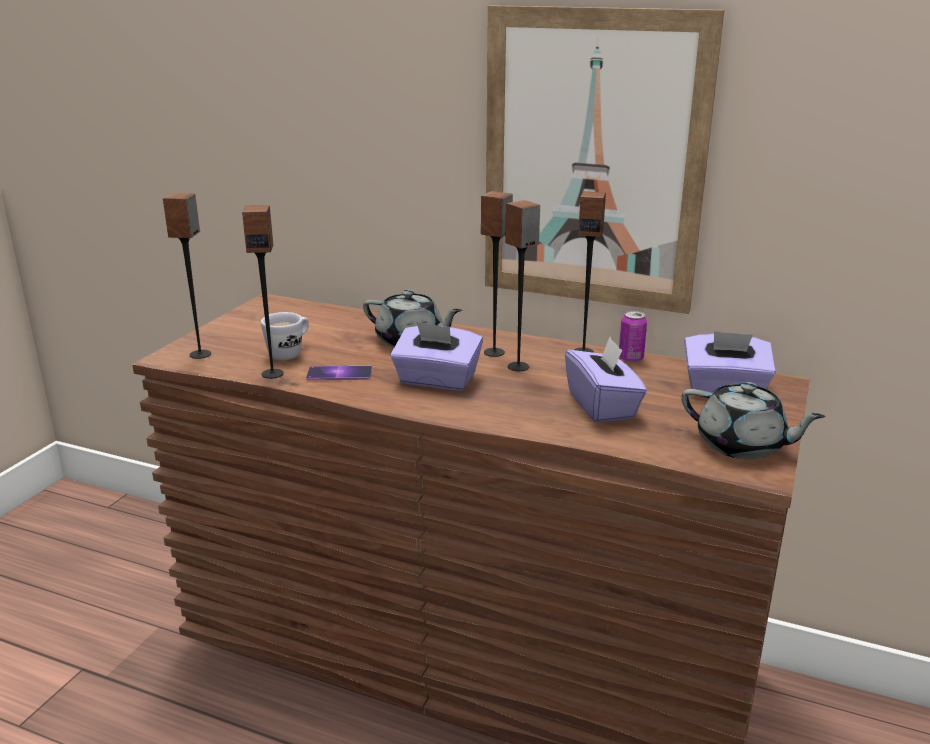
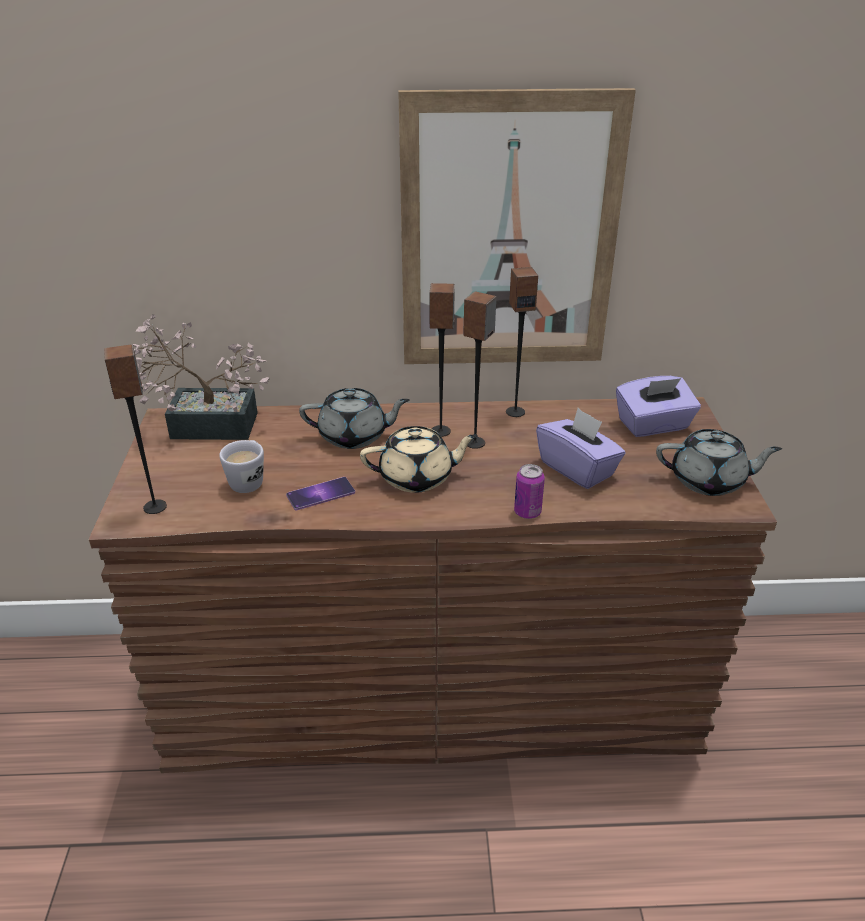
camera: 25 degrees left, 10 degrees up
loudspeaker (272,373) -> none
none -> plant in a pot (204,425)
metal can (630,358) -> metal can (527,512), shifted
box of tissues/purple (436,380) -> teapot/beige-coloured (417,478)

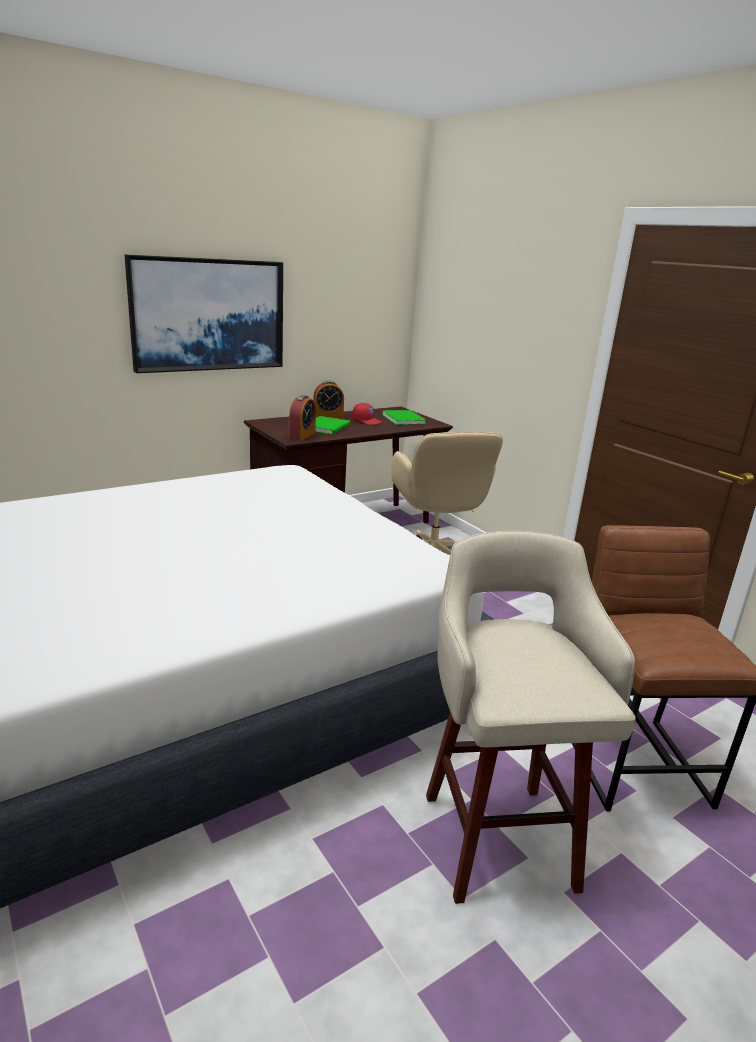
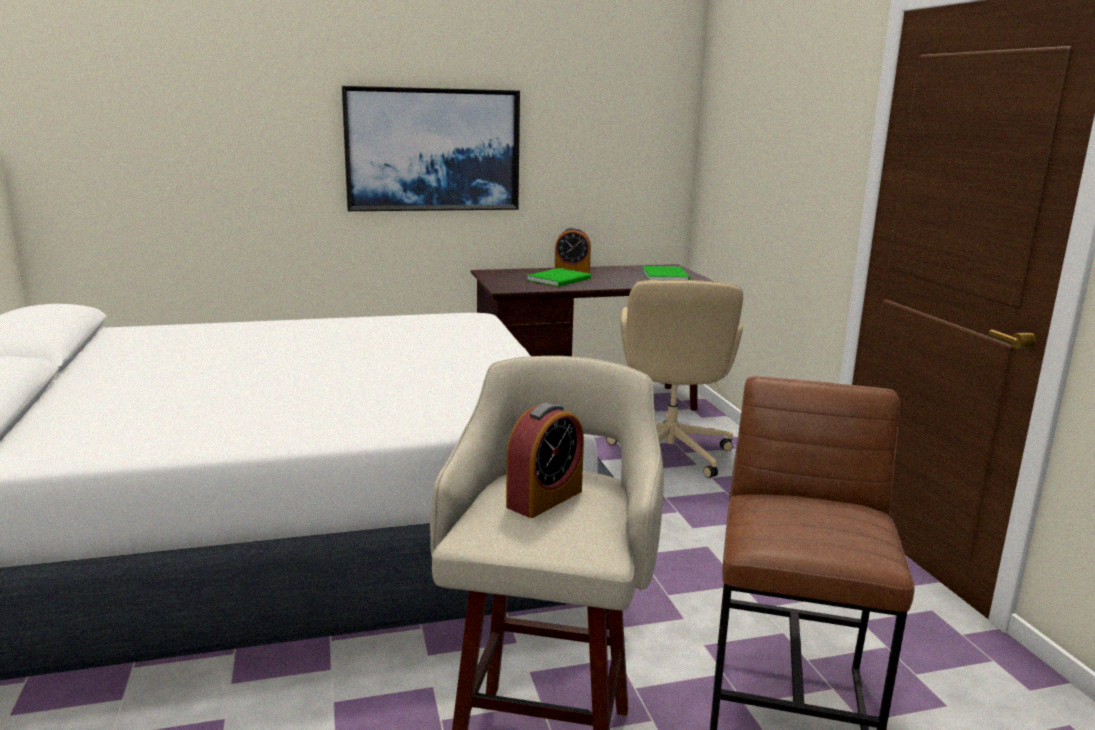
camera: 20 degrees right, 5 degrees down
peaked cap/red (367,421) -> none
bedside clock (302,435) -> bedside clock (544,499), shifted

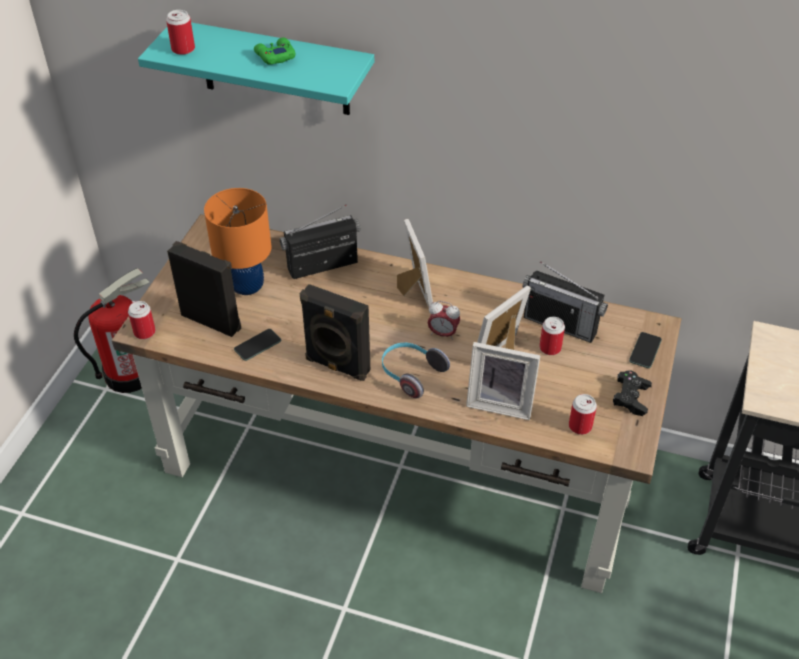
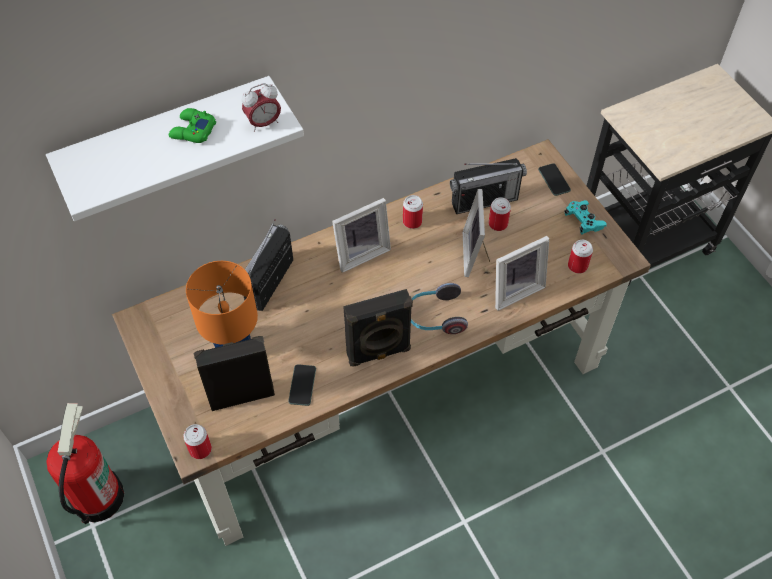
camera: 45 degrees left, 10 degrees up
metal can (183,49) -> metal can (412,221), shifted
bedside clock (443,334) -> bedside clock (263,123), shifted
bracket shelf/turquoise-coloured (275,69) -> bracket shelf/whitish (168,141)
game controller/blackish (630,398) -> game controller/turquoise-coloured (583,221)
standing frame (412,292) -> standing frame (360,252), 120 degrees clockwise

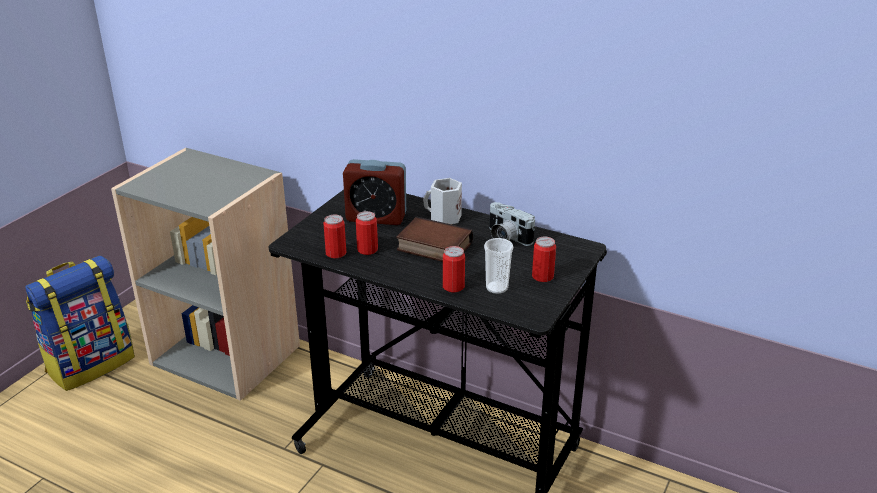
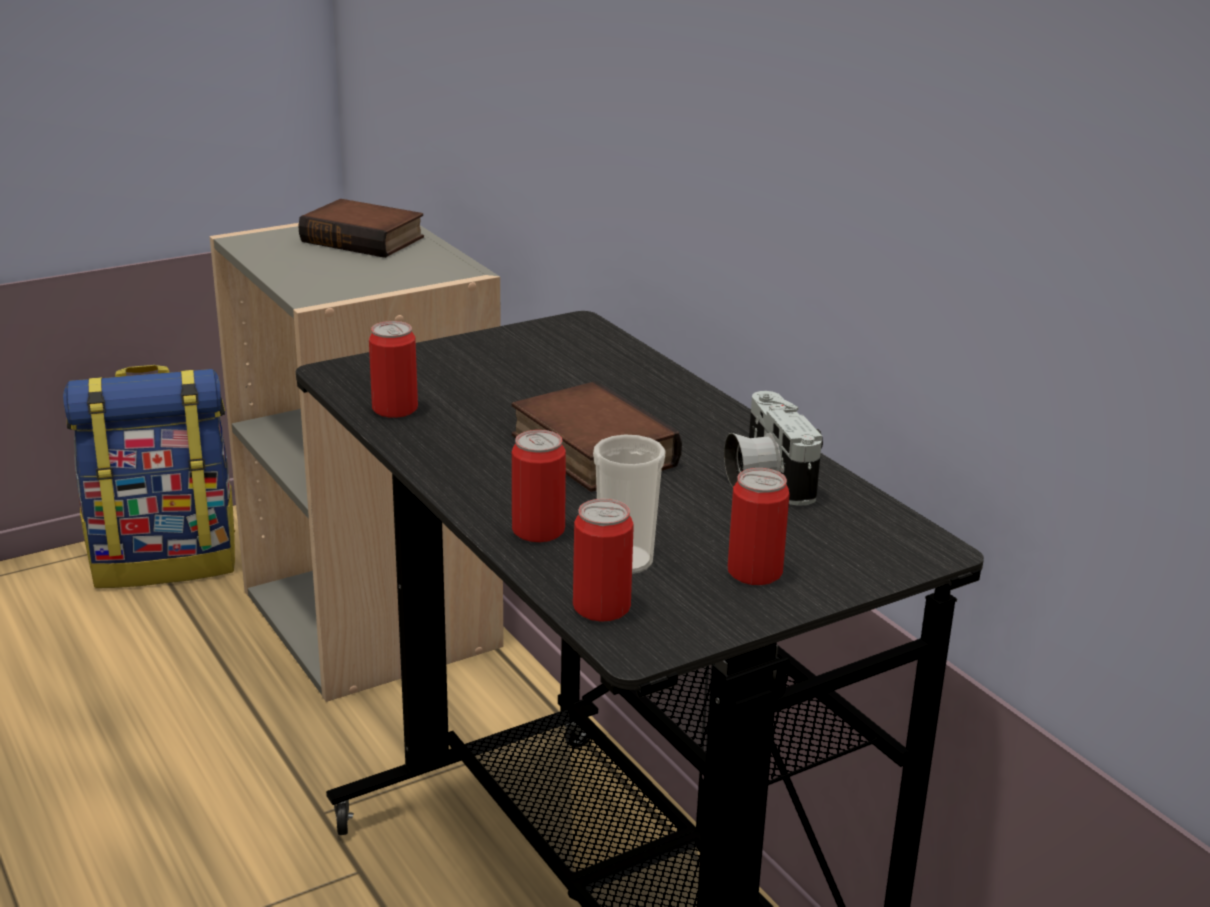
camera: 30 degrees right, 5 degrees down
bedside clock (376,217) -> none
coffee mug/whitish (444,218) -> none
none -> bound book (366,239)
metal can (367,250) -> metal can (601,607), shifted

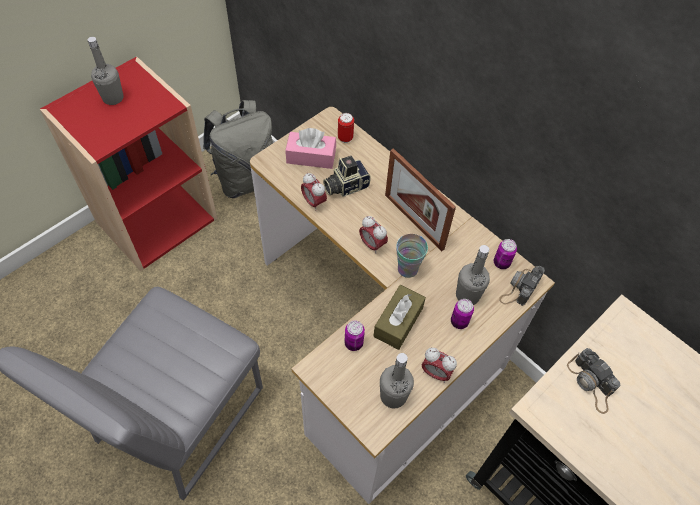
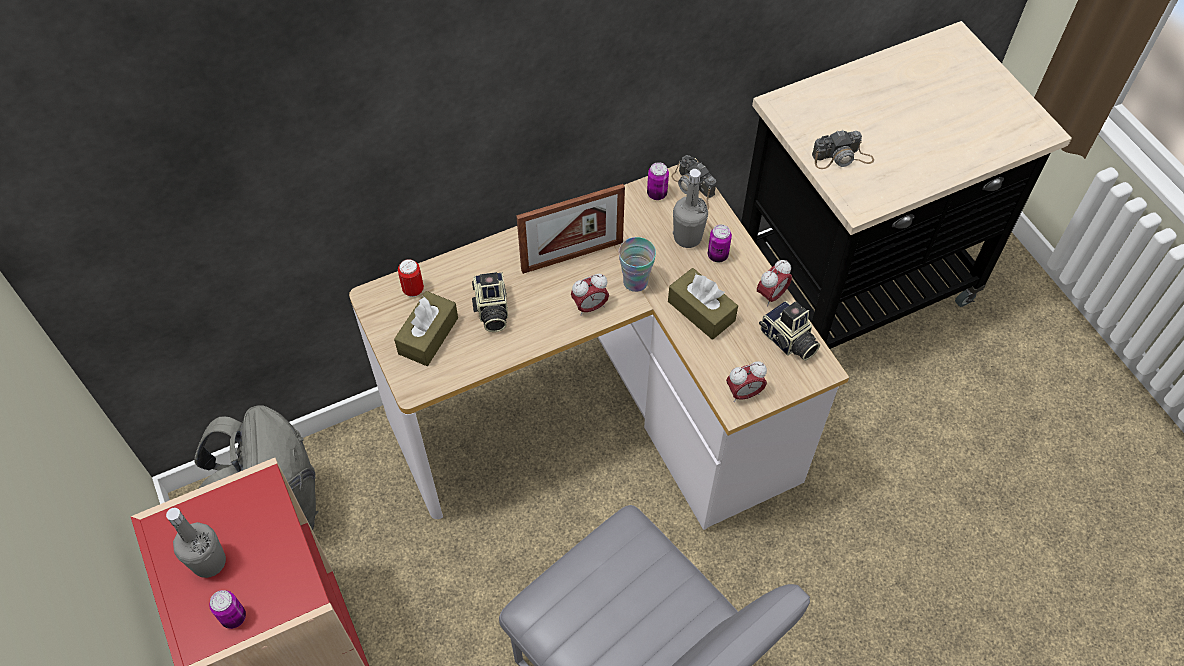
camera: 70 degrees left, 0 degrees up
bedside clock (314,202) -> bedside clock (744,393), shifted
metal can (353,343) -> metal can (233,617), shifted
bottle/gray (393,396) -> photo camera (788,341)
box of tissues/pink-coloured (311,157) -> box of tissues/brown-coloured (428,335)

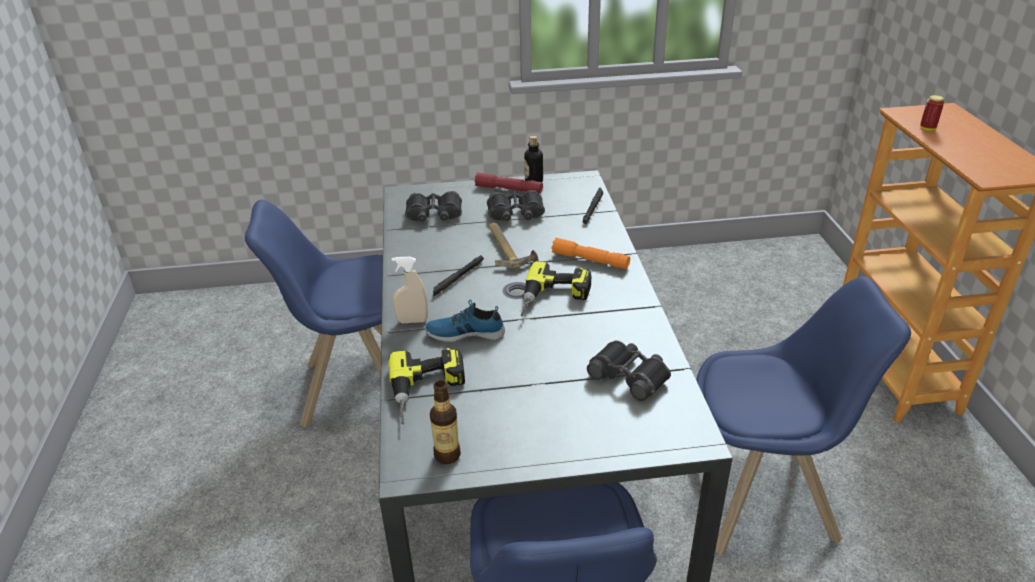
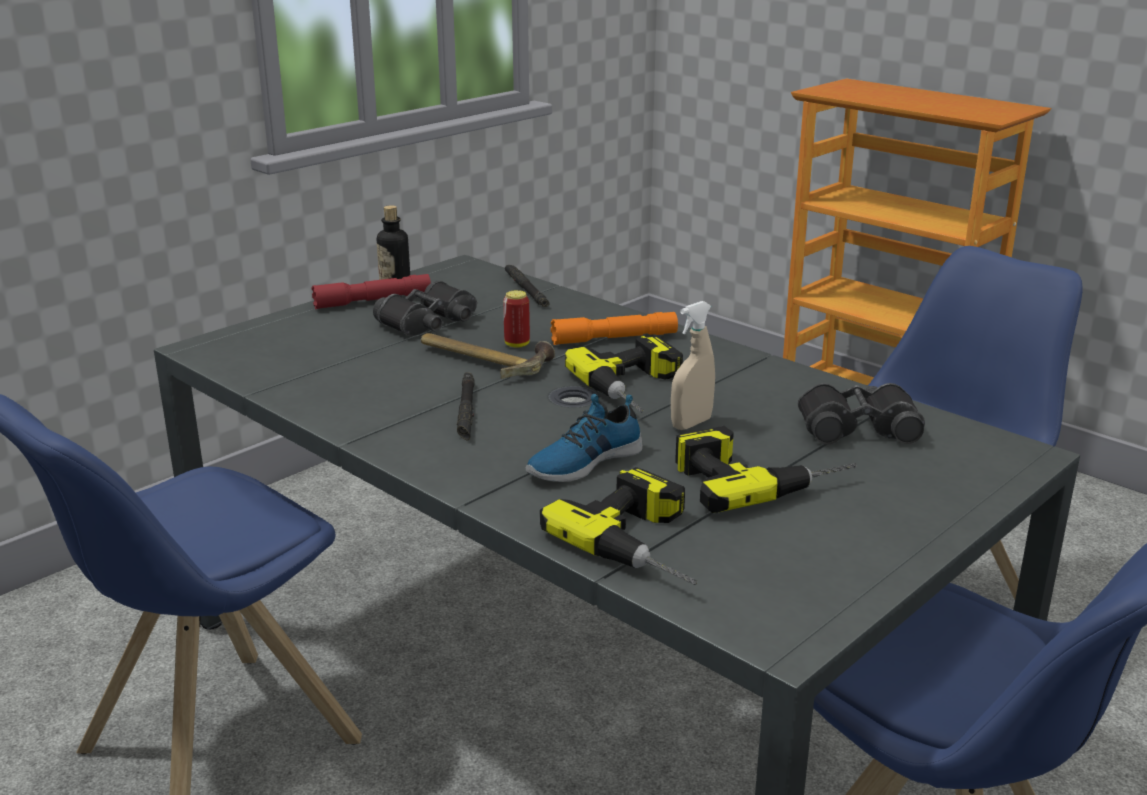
camera: 40 degrees left, 10 degrees down
field glasses/blackish (434,214) -> none
bottle (447,455) -> none
none -> drill (758,476)
sprayer/beige-coloured (412,321) -> sprayer/beige-coloured (691,424), shifted
metal can (927,129) -> metal can (517,344), shifted

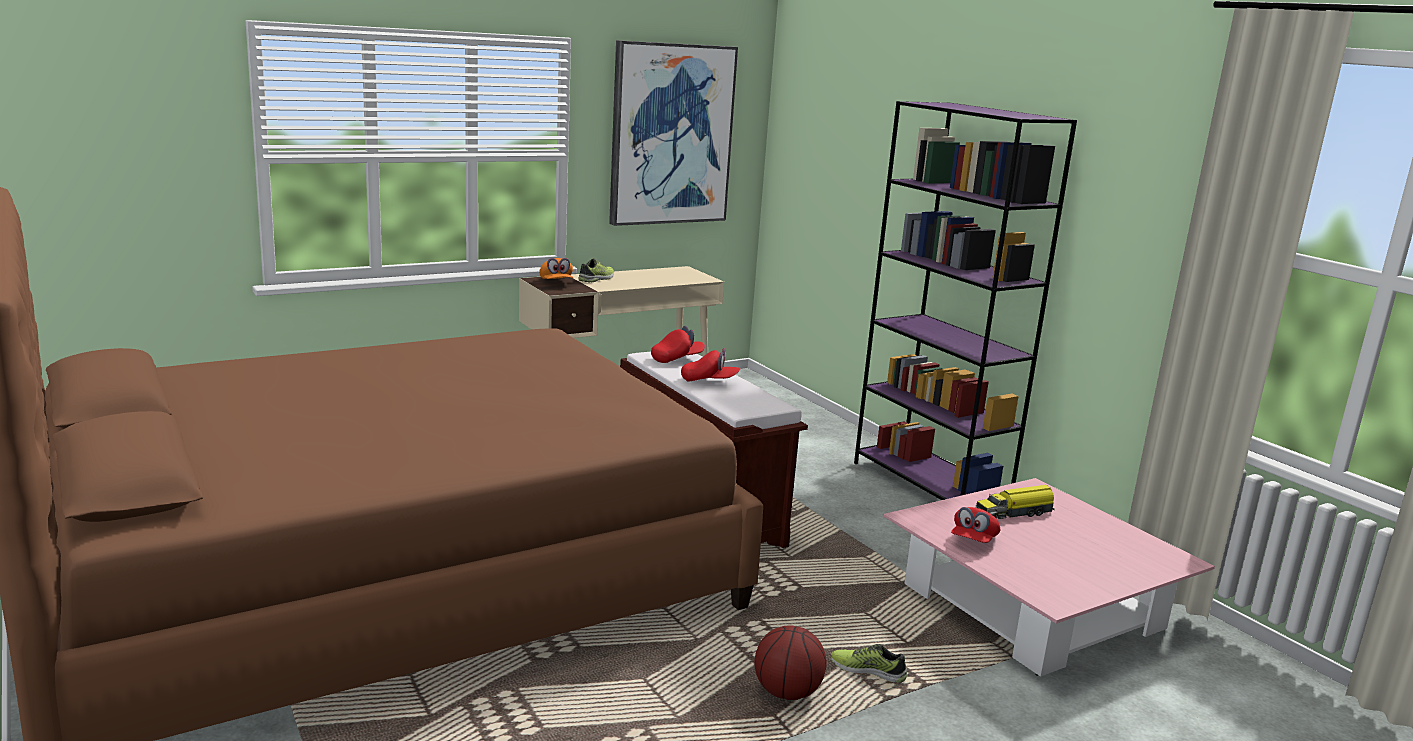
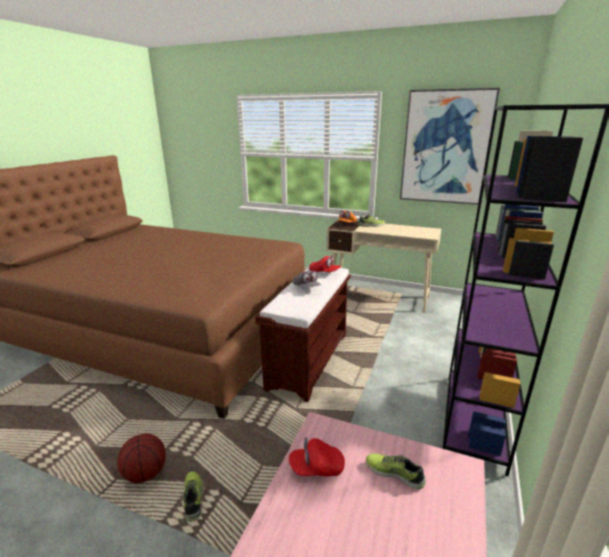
camera: 55 degrees right, 5 degrees up
toy lorry (1014,513) -> item of footwear (394,473)
peaked cap/red (709,381) -> peaked cap/gray (306,288)

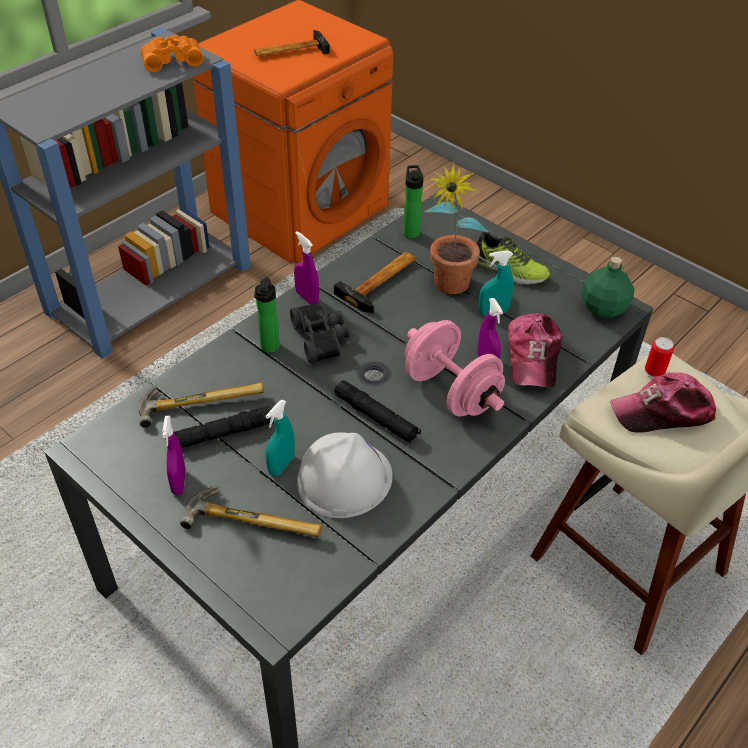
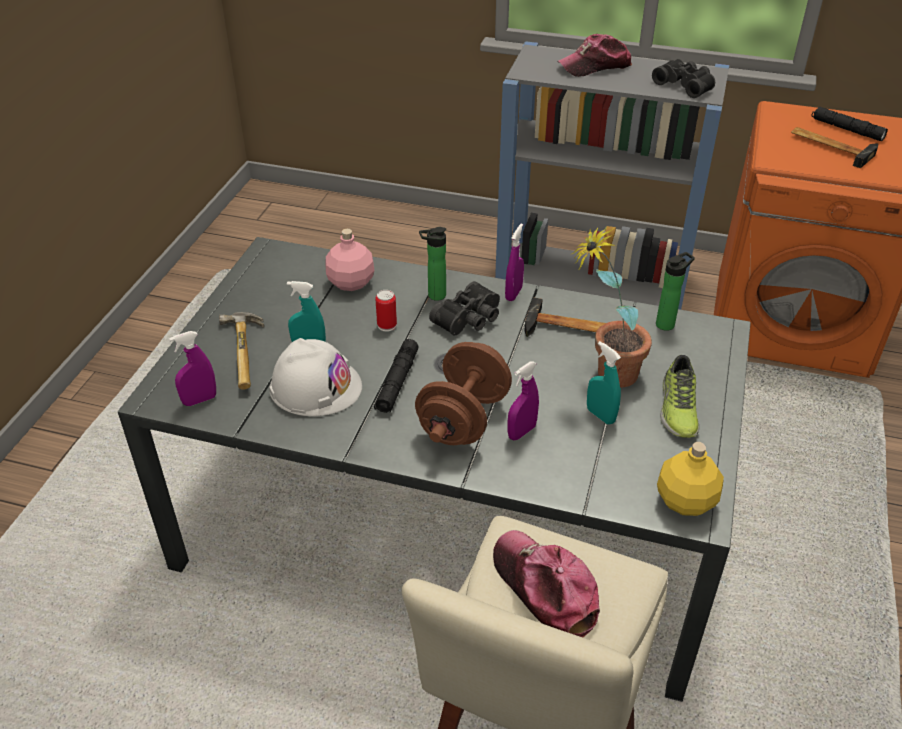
camera: 65 degrees right, 5 degrees down
sprayer/purple (179,482) -> sprayer/purple (200,400), shifted
torch/blackish (224,433) -> torch/blackish (846,129), shifted
peaked cap (533,356) -> peaked cap (595,66), shifted
metal can (654,372) -> metal can (387,325), shifted
tool hammer (200,399) -> bottle/pink-coloured (351,283)
field glasses/orange (172,60) -> field glasses/blackish (685,85)
dumbbell/pink-coloured (451,391) -> dumbbell/brown-coloured (463,419)
bottle/greenish (602,308) -> bottle/yellow-coloured (684,500)

